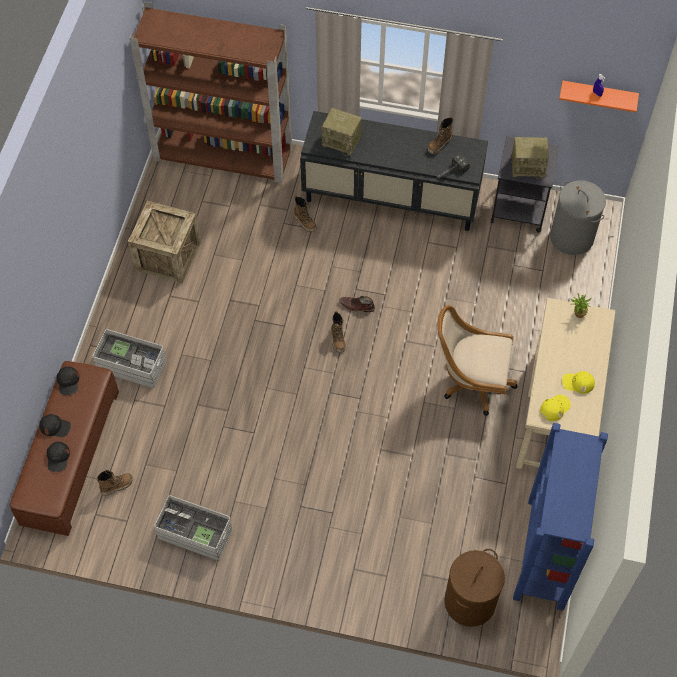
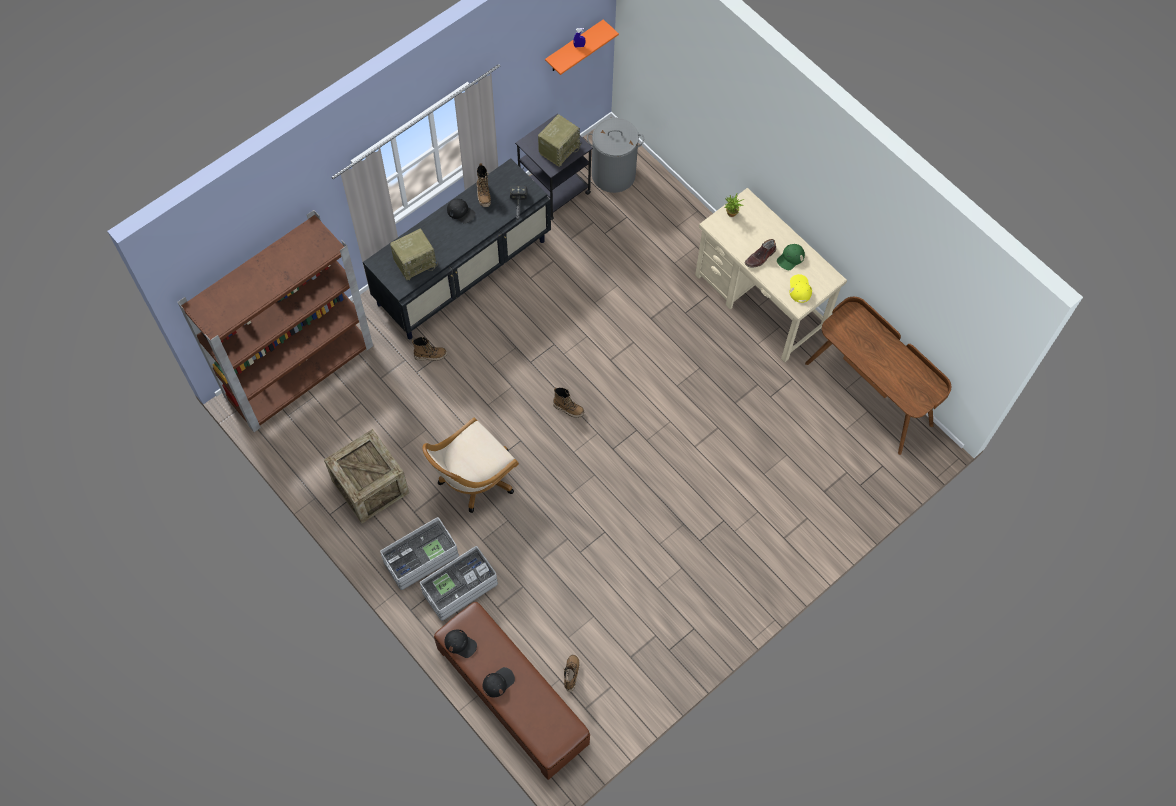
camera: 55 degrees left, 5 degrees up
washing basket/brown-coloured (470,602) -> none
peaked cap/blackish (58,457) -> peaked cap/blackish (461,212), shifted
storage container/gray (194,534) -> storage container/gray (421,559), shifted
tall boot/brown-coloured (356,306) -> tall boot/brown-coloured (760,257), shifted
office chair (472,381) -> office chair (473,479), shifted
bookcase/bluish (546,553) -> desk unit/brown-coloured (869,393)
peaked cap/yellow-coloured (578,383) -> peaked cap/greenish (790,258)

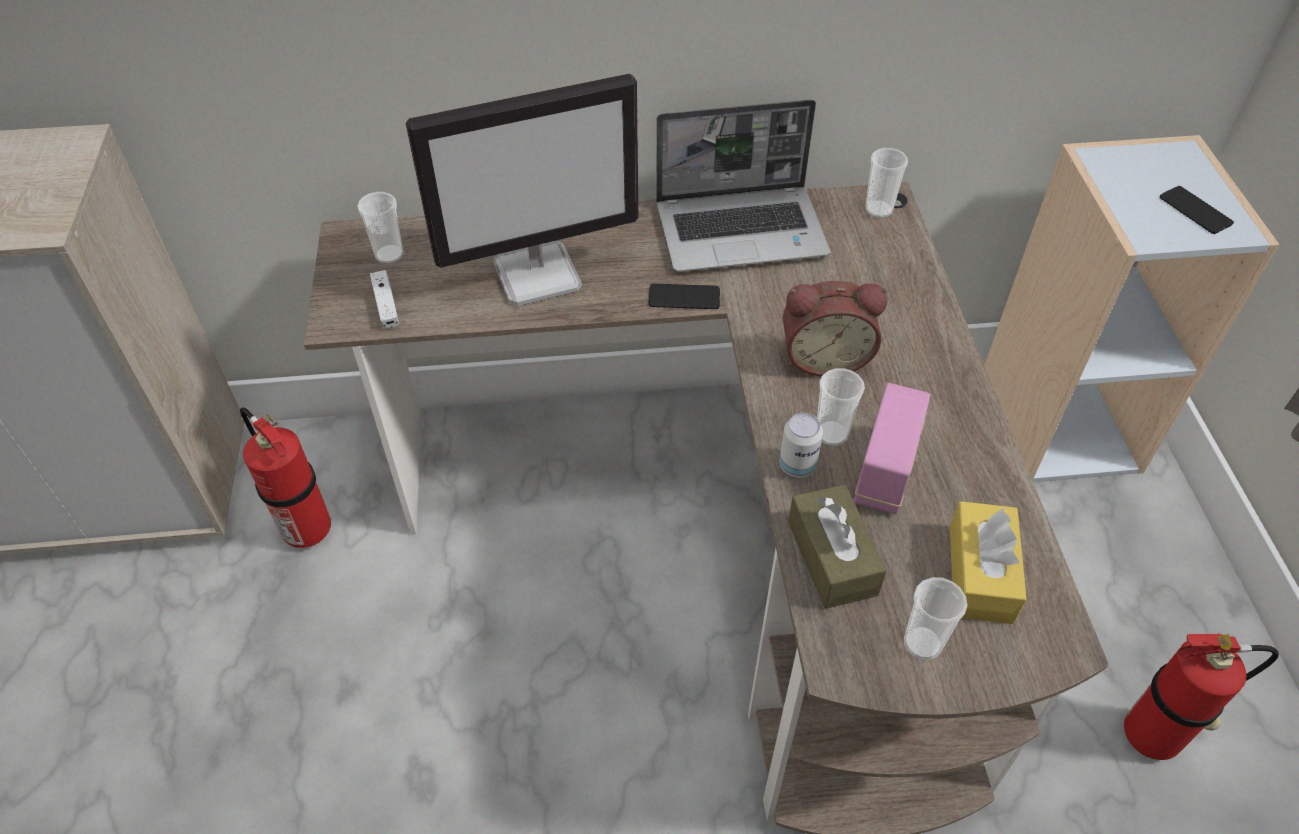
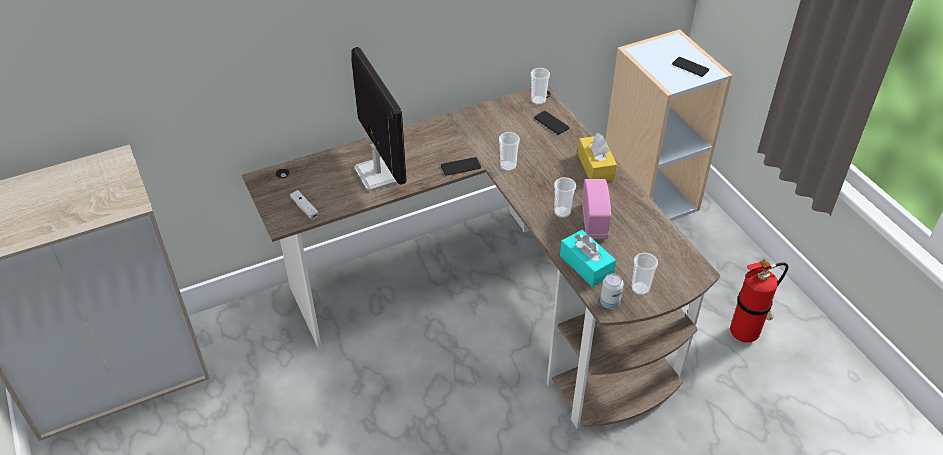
camera: 20 degrees left, 5 degrees down
fire-fighting cylinder (305,528) -> none
laptop (742,230) -> none
bedside clock (824,357) -> none
none -> telephone (551,123)
cup (389,255) -> cup (508,166), shifted
metal can (797,465) -> metal can (609,302), shifted
box of tissues/yellow-coloured (980,574) -> box of tissues/yellow-coloured (595,166), shifted
box of tissues/brown-coloured (832,558) -> box of tissues/turquoise-coloured (586,265)
monitor (539,274) -> monitor (379,173), 75 degrees counterclockwise

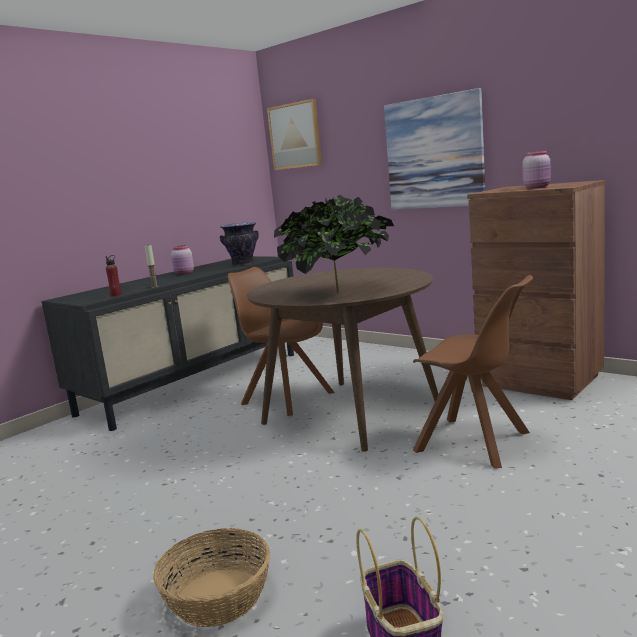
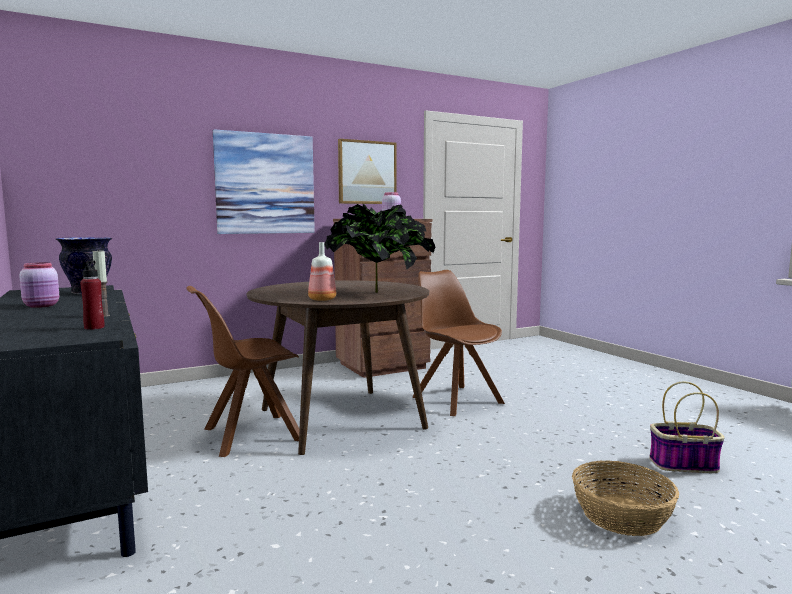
camera: 70 degrees left, 5 degrees down
none -> bottle (322,300)
picture (295,136) -> picture (367,172), shifted
plain chair/brown-coloured (475,443) -> plain chair/brown-coloured (456,399), 90 degrees counterclockwise

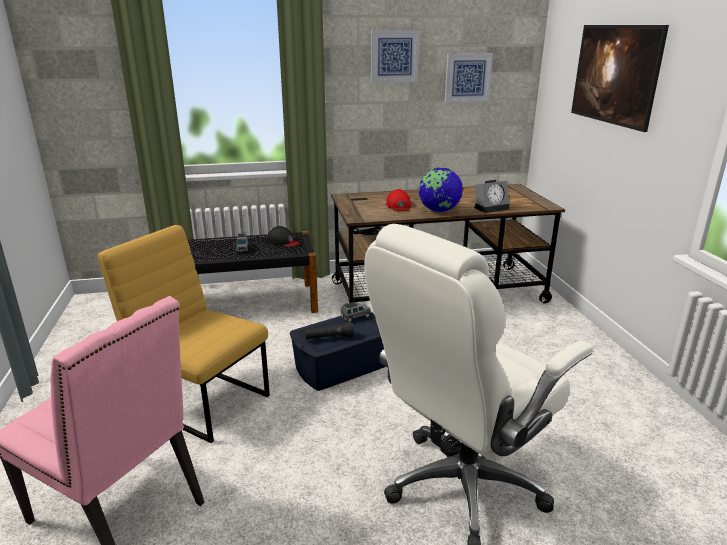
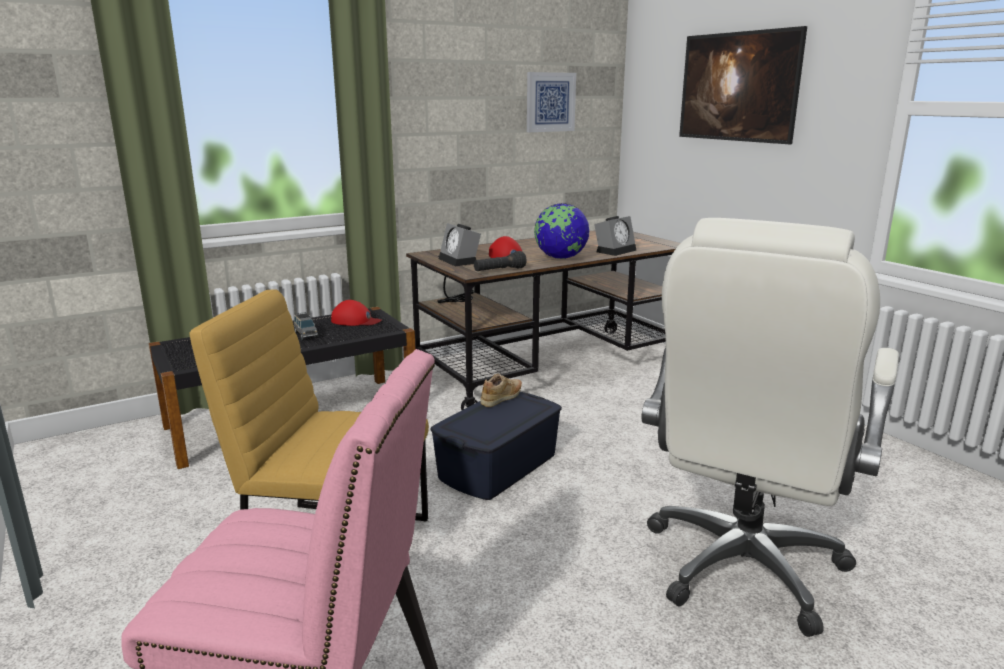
camera: 20 degrees left, 5 degrees down
picture (394,56) -> none
none -> bedside clock (460,261)
torch/blackish (329,338) -> torch/blackish (499,271), shifted
toy car/gray (355,317) -> item of footwear/beige-coloured (502,399)
peaked cap/blackish (283,241) -> peaked cap/red (355,321)

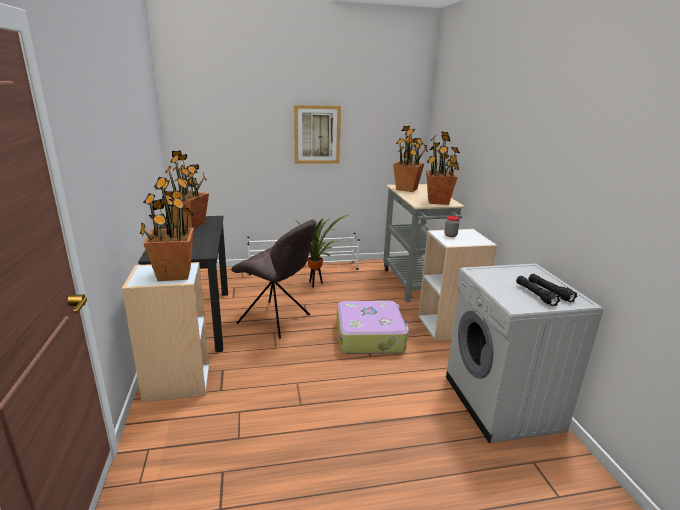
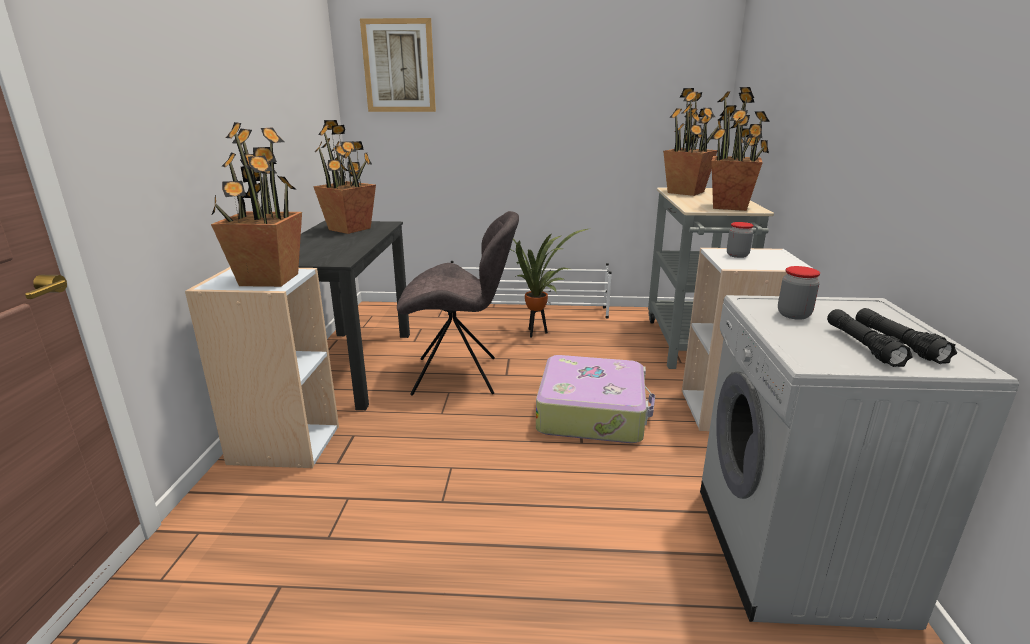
camera: 15 degrees right, 0 degrees up
none -> storage jar (793,315)
picture (317,135) -> picture (399,66), shifted
plain chair/gray (276,320) -> plain chair/gray (459,376), 45 degrees counterclockwise

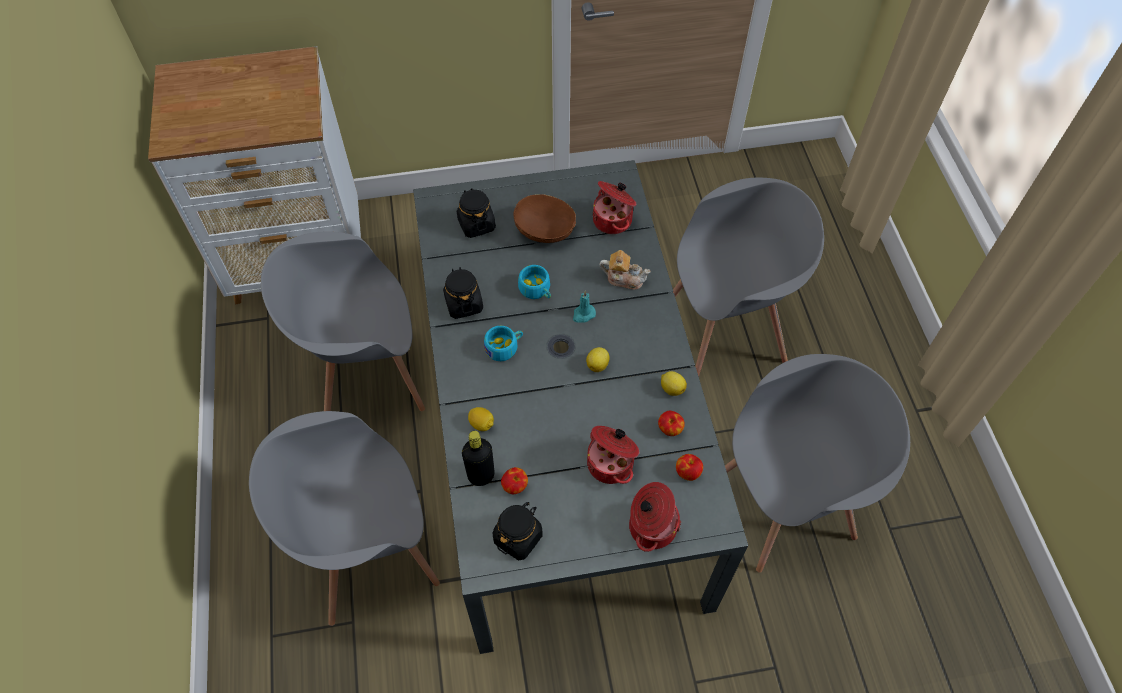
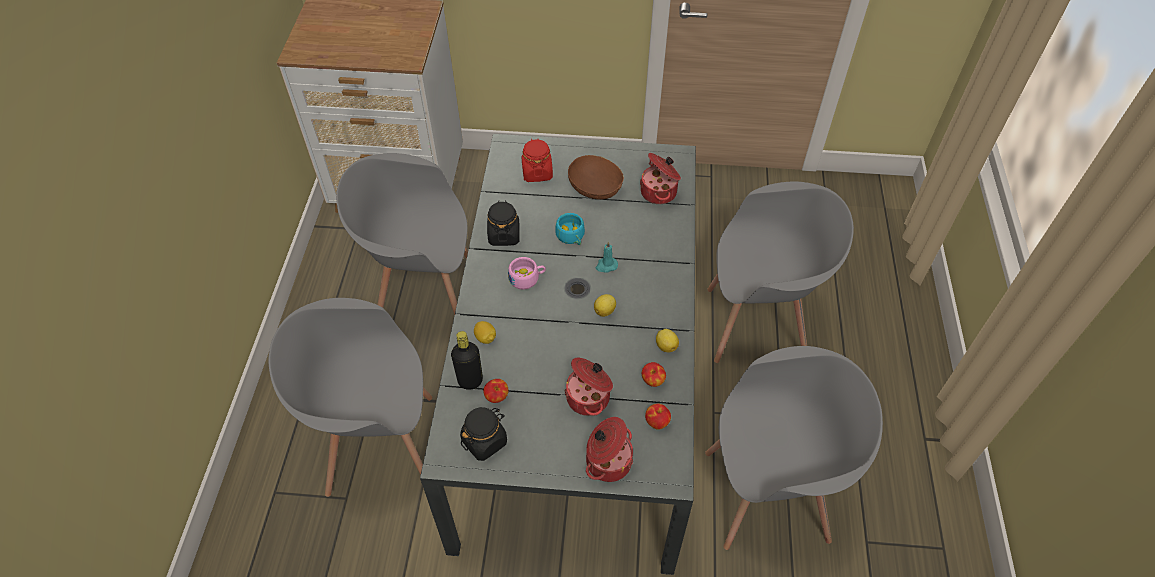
camera: 15 degrees right, 5 degrees down
teapot (624,278) -> none
storage jar/blackish (476,224) -> storage jar/red (537,172)
cup/turquoise-coloured (504,347) -> cup/pink-coloured (527,278)

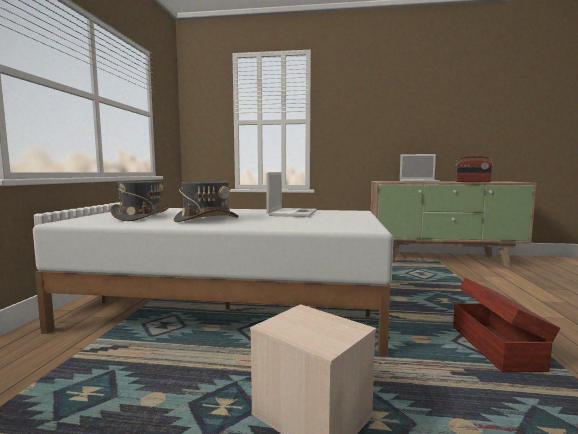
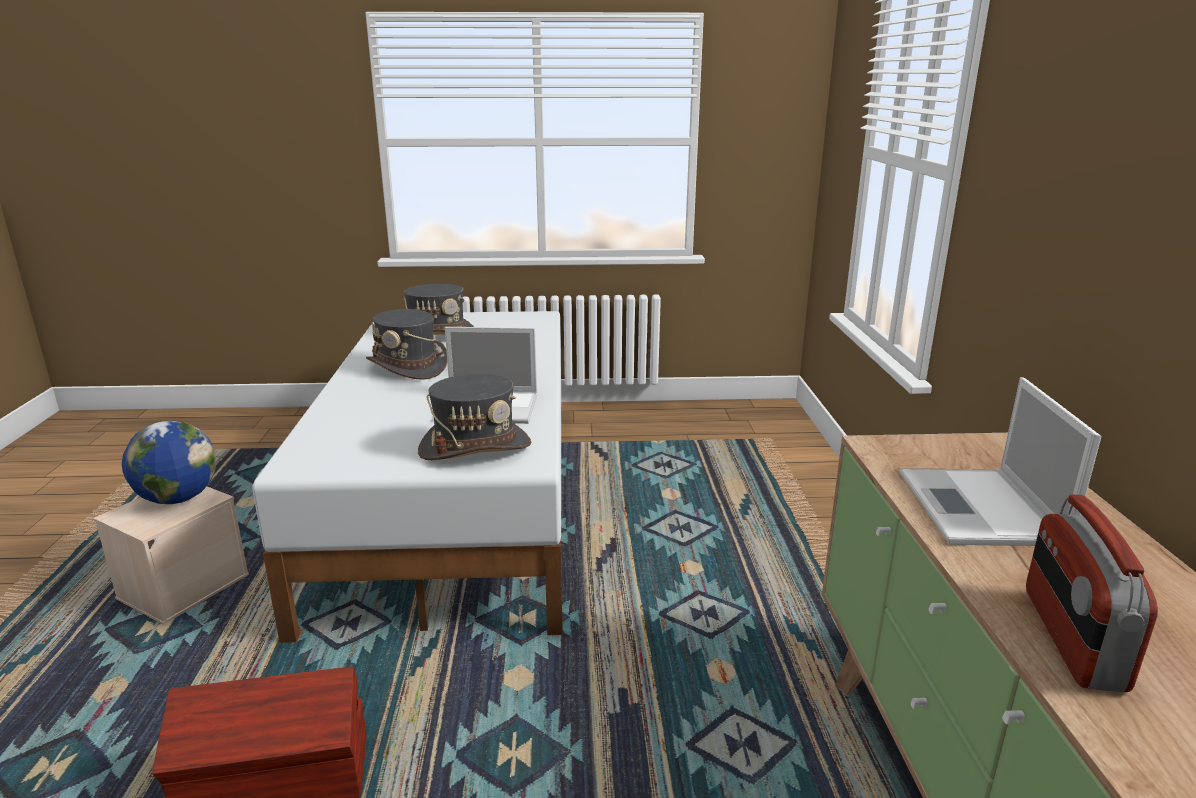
camera: 80 degrees right, 15 degrees up
none -> globe (178,498)
none -> clothing hat/gray (475,447)

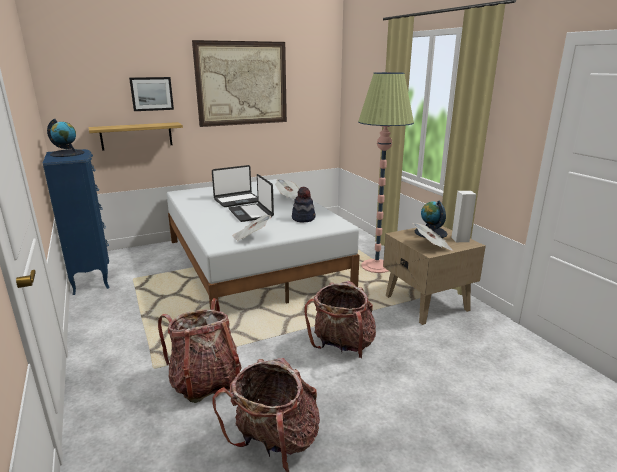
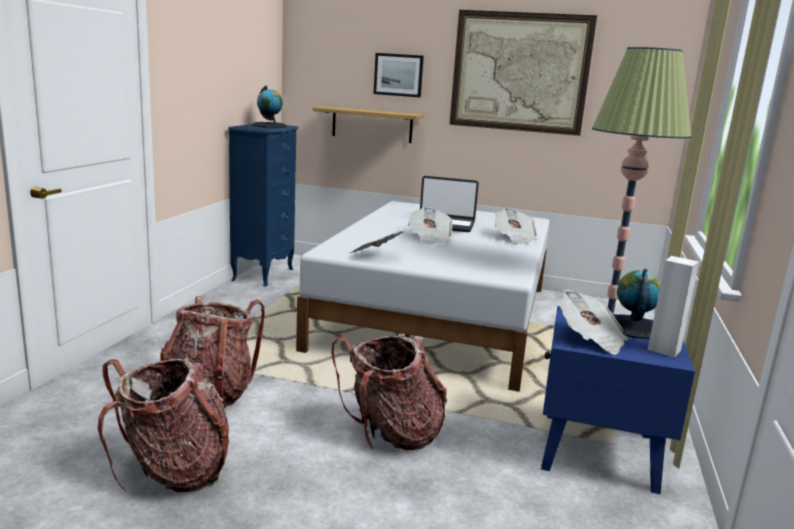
camera: 40 degrees right, 5 degrees down
clothing hat (303,218) -> none
laptop (251,213) -> newspaper (429,238)
nightstand/beige-coloured (427,303) -> nightstand/bluish (598,452)

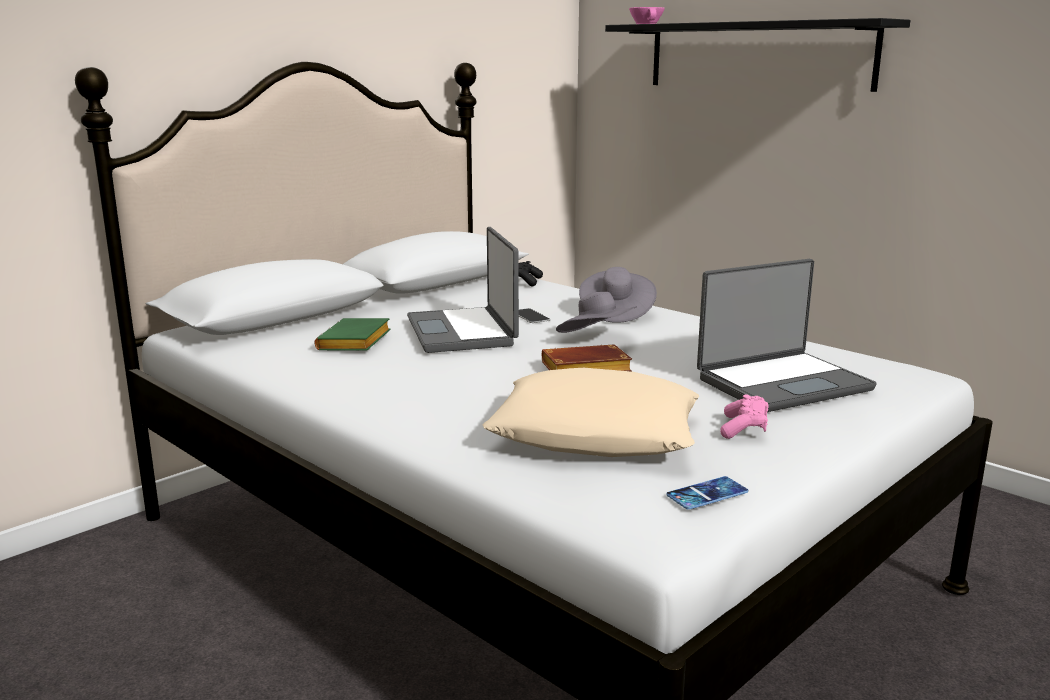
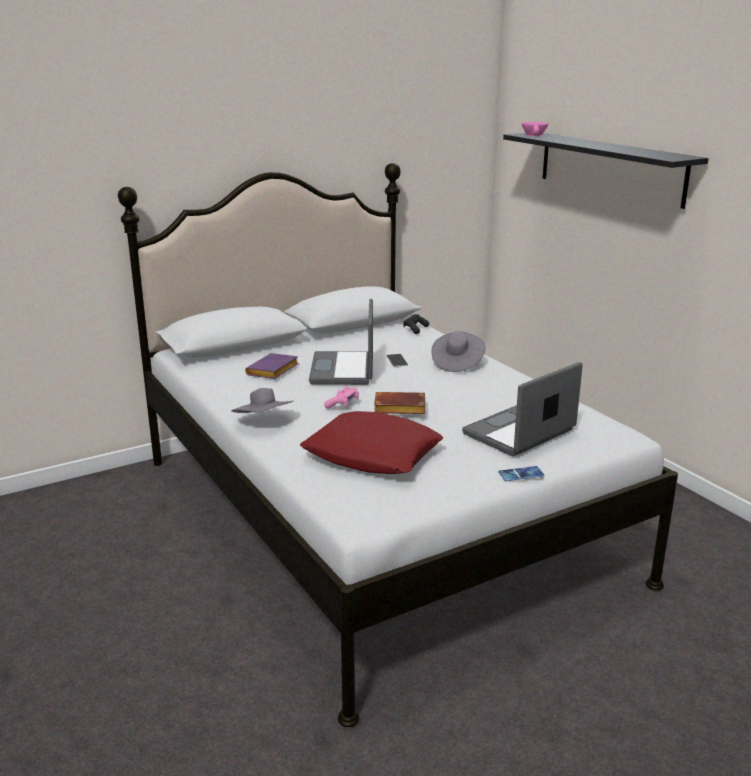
camera: 15 degrees right, 5 degrees up
clothing hat/gray (597,339) -> clothing hat/gray (264,422), shifted
telephone (707,494) -> telephone (521,474), shifted
game controller/pink-coloured (744,429) -> game controller/pink-coloured (343,404), shifted
bound book/greenish (356,343) -> bound book/purple (273,371)
cushion/beige-coloured (594,432) -> cushion/red (372,454)
laptop (782,383) -> laptop (520,433), 150 degrees clockwise

